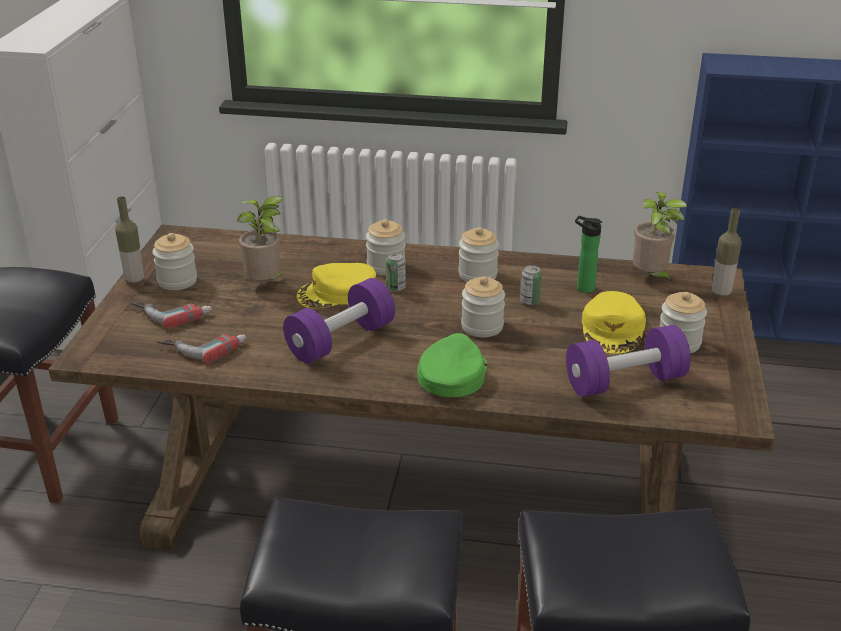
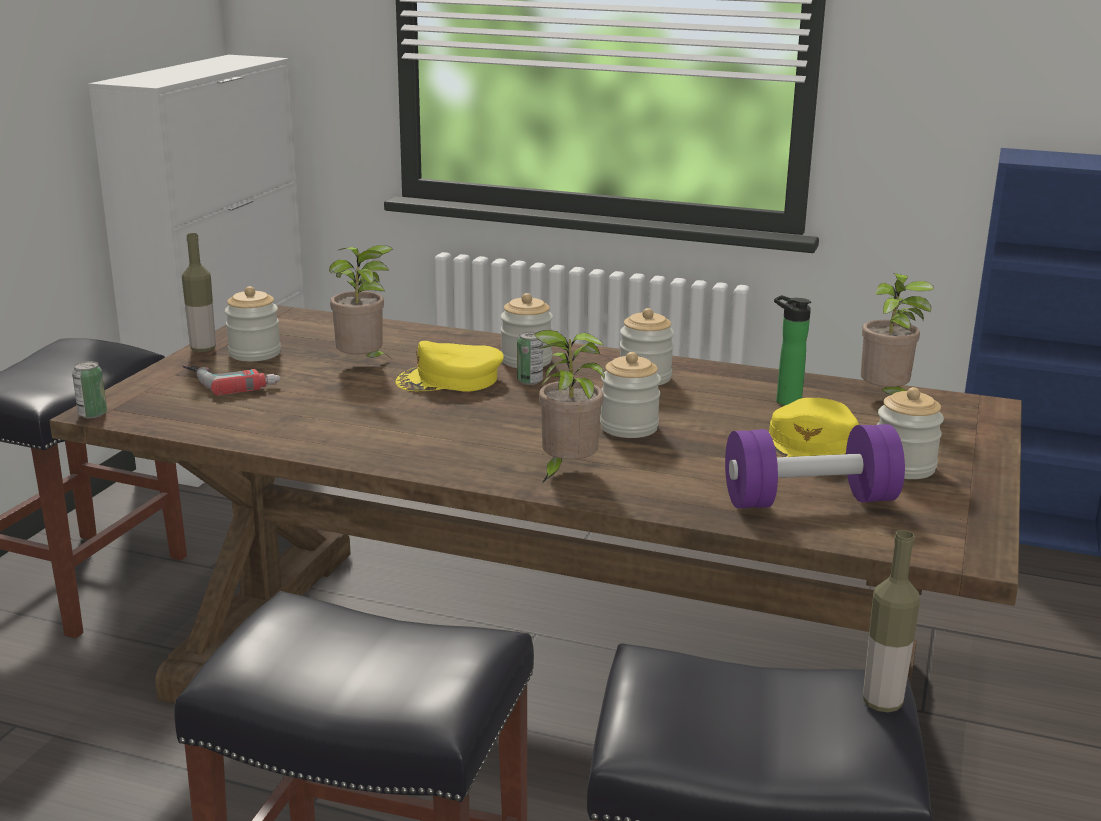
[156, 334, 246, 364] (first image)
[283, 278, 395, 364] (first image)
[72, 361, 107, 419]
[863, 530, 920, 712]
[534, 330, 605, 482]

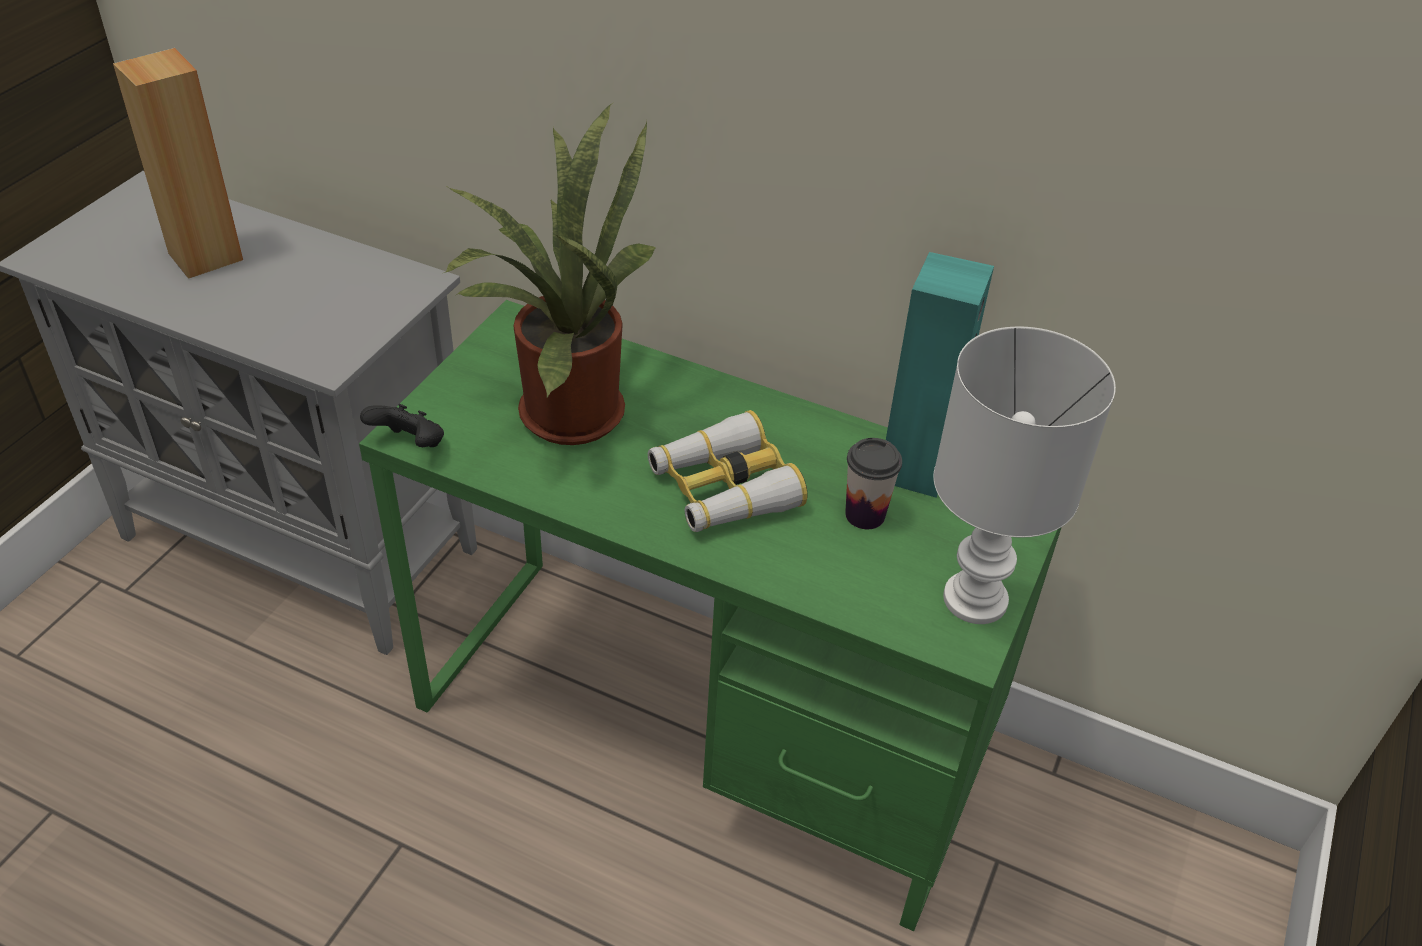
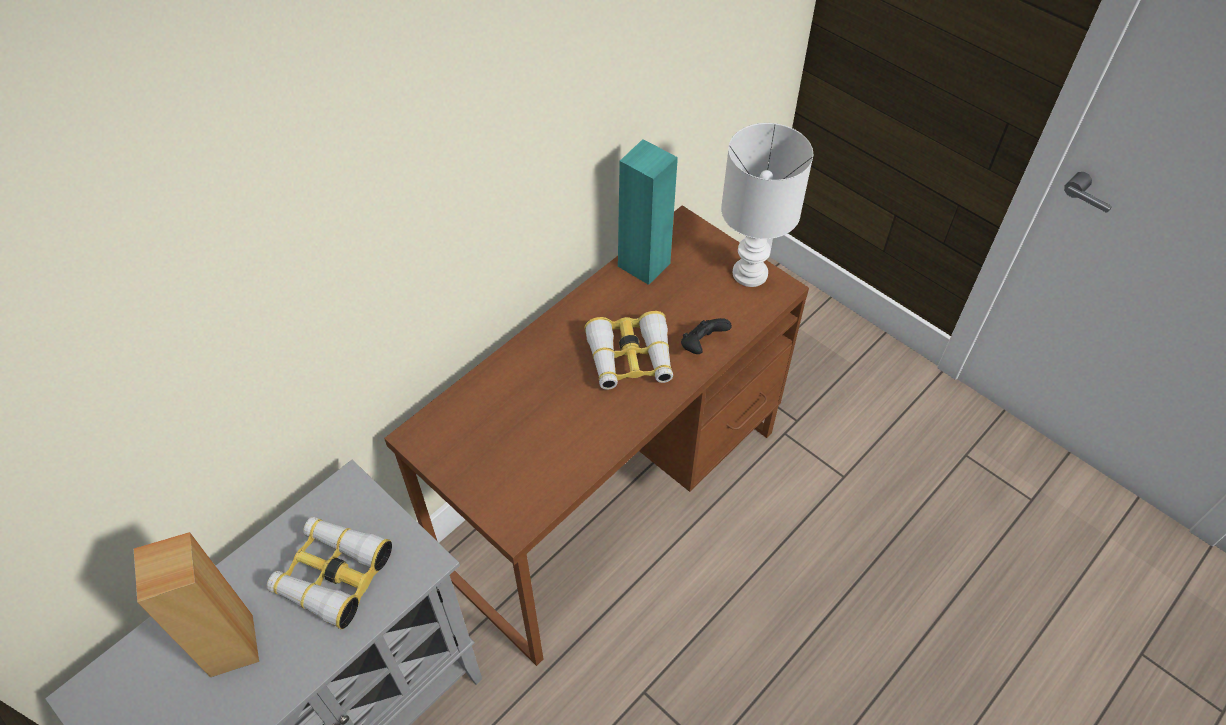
[444, 104, 658, 445] (first image)
[845, 438, 902, 529] (first image)
[267, 517, 392, 629]
[681, 318, 732, 354]
[384, 205, 809, 666]

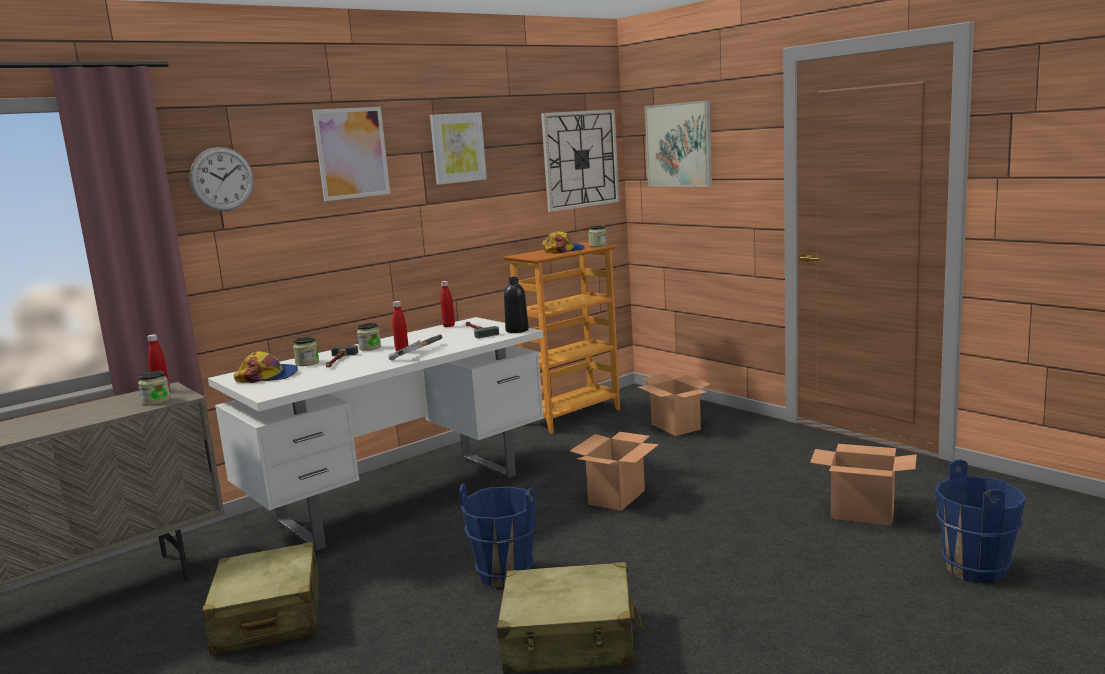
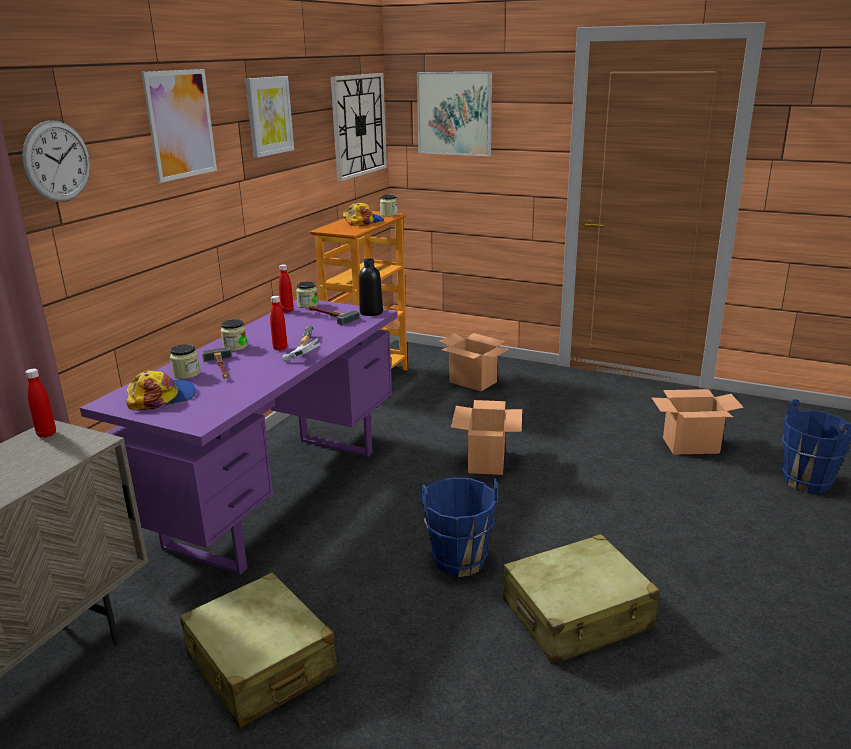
[296, 281, 318, 308]
[80, 300, 397, 575]

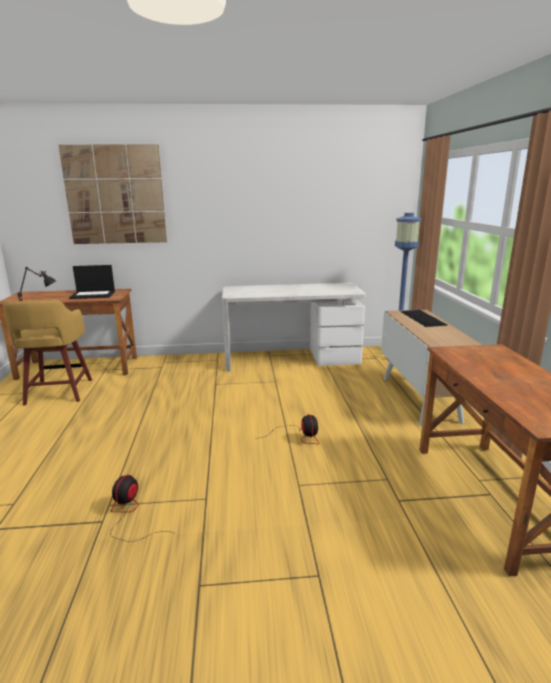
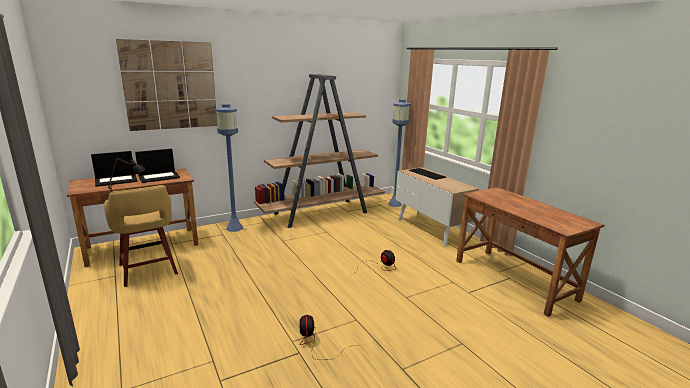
[91, 151, 137, 187]
[216, 104, 243, 232]
[254, 74, 385, 228]

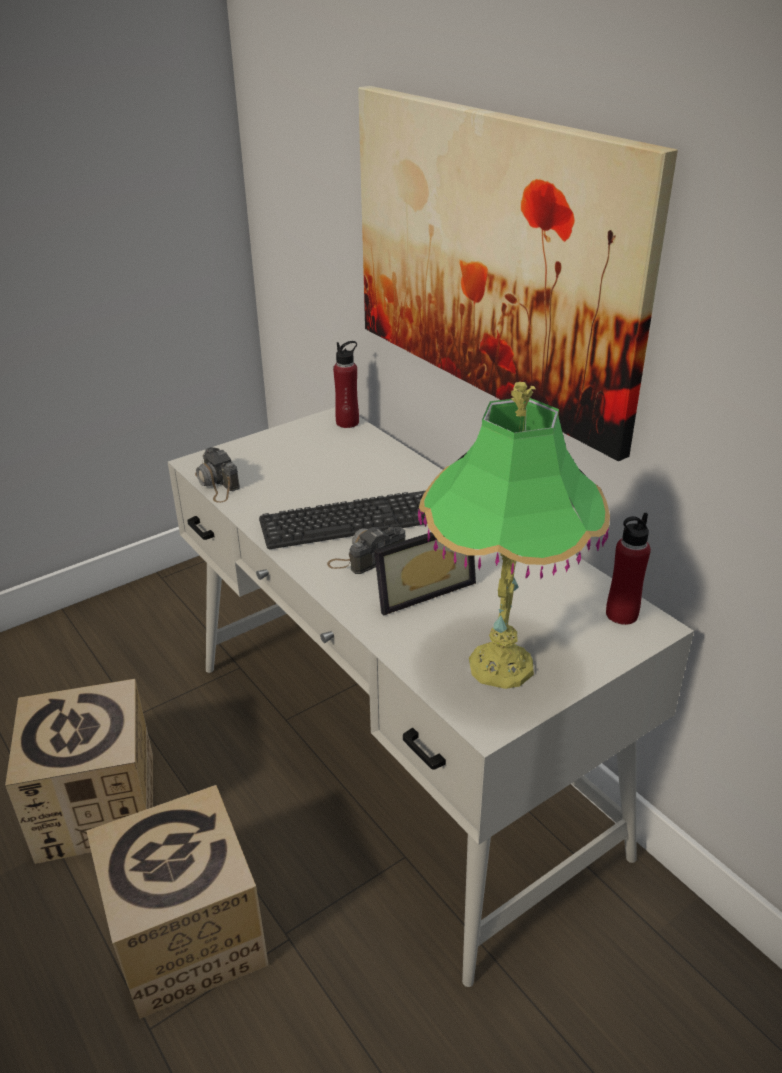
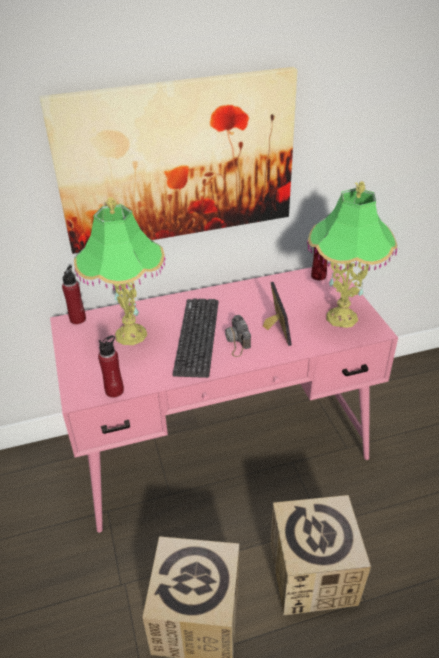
[74, 198, 165, 345]
[98, 335, 124, 398]
[50, 264, 398, 533]

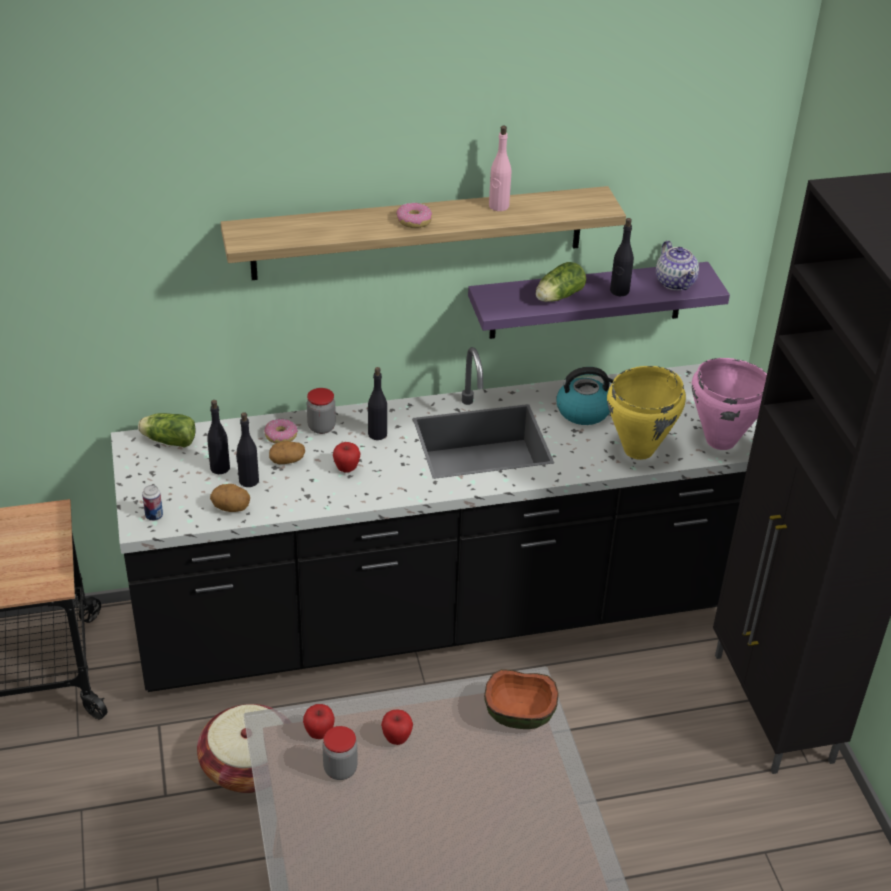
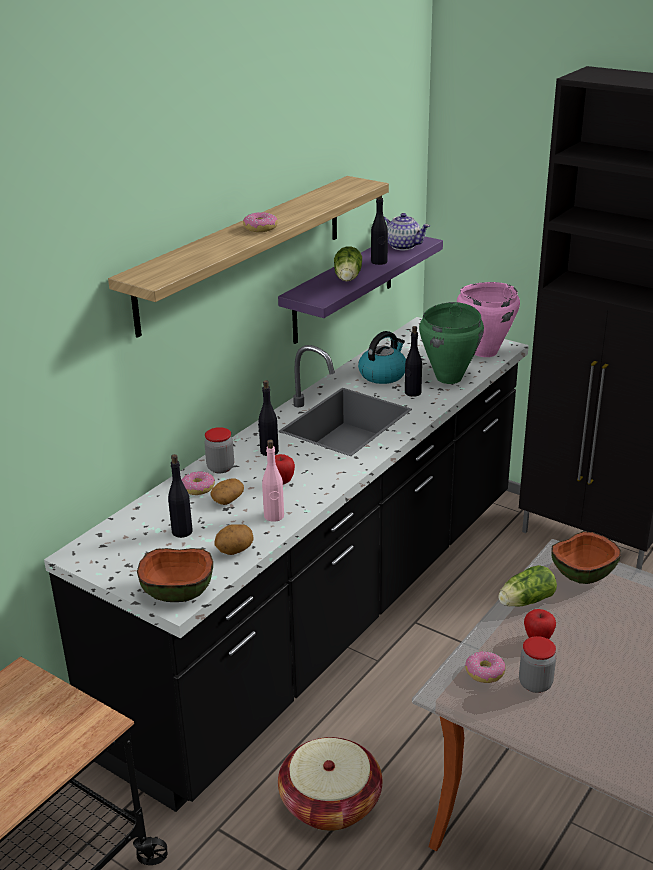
[498, 565, 557, 607]
[405, 326, 422, 397]
[262, 440, 284, 522]
[137, 548, 213, 602]
[465, 651, 506, 683]
[419, 302, 484, 384]

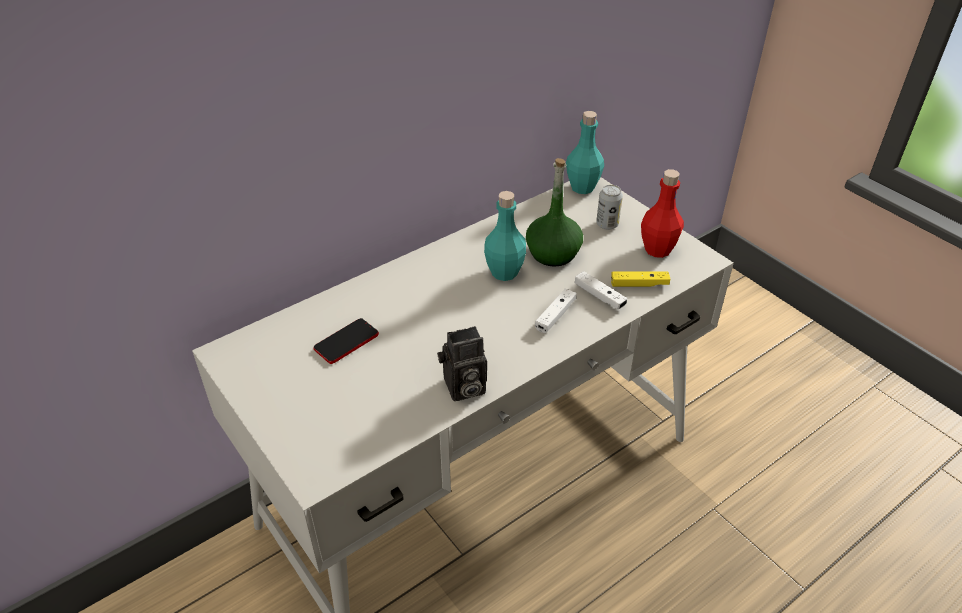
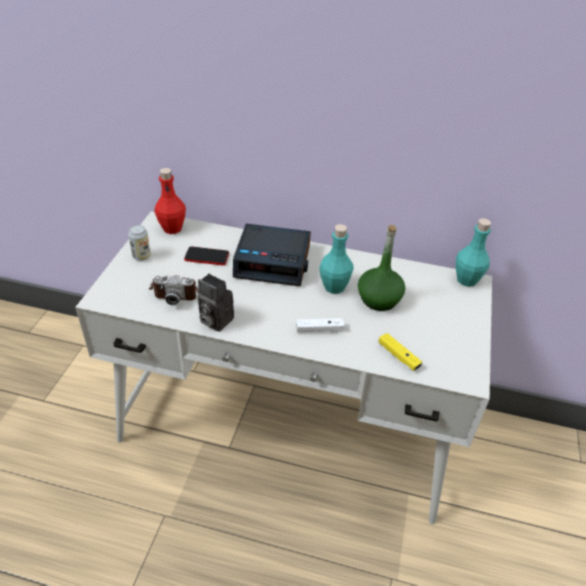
[575, 271, 627, 309] (first image)
[149, 275, 199, 305]
[233, 224, 311, 286]
[128, 225, 151, 261]
[155, 168, 186, 234]

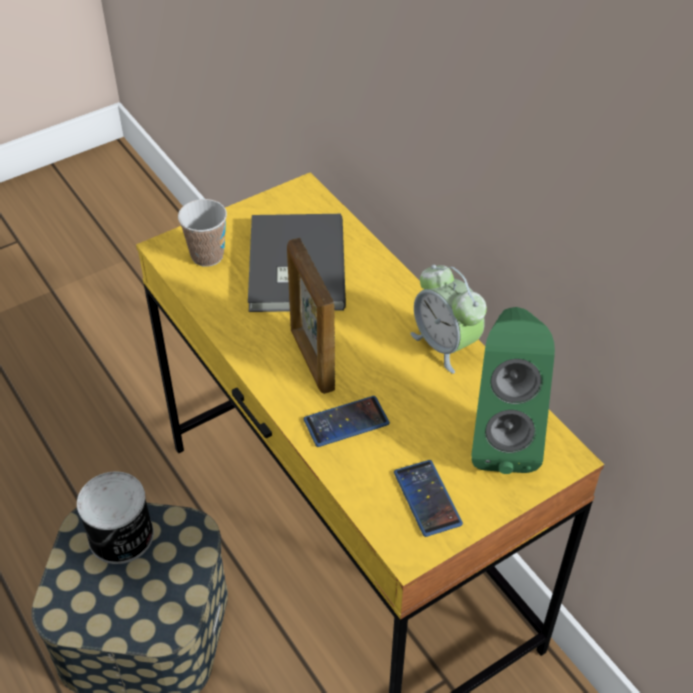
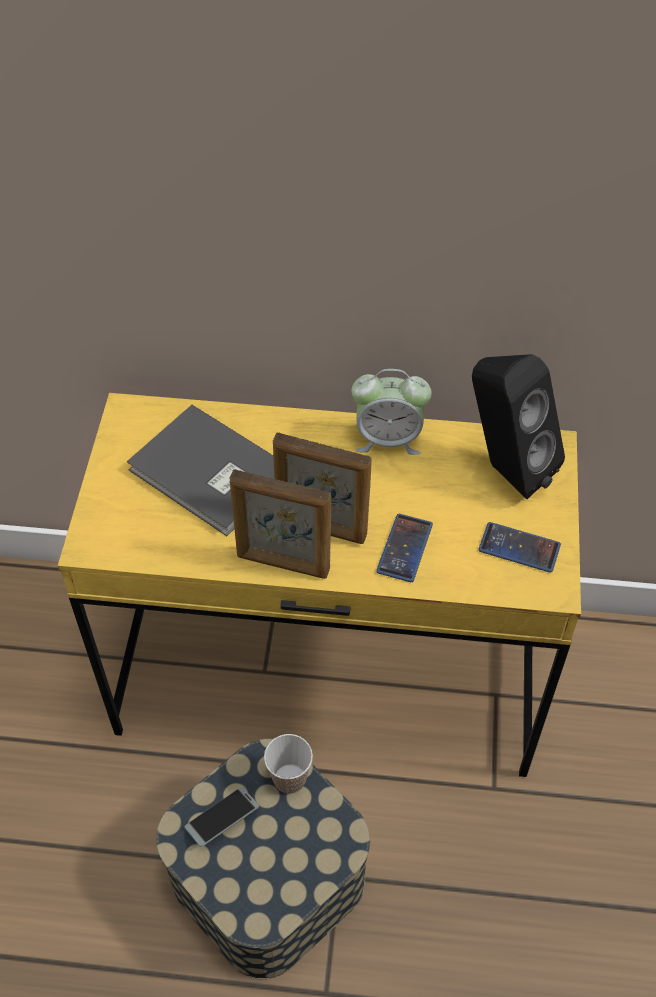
[230, 469, 331, 579]
[264, 734, 313, 794]
[184, 787, 259, 847]
[472, 354, 565, 499]

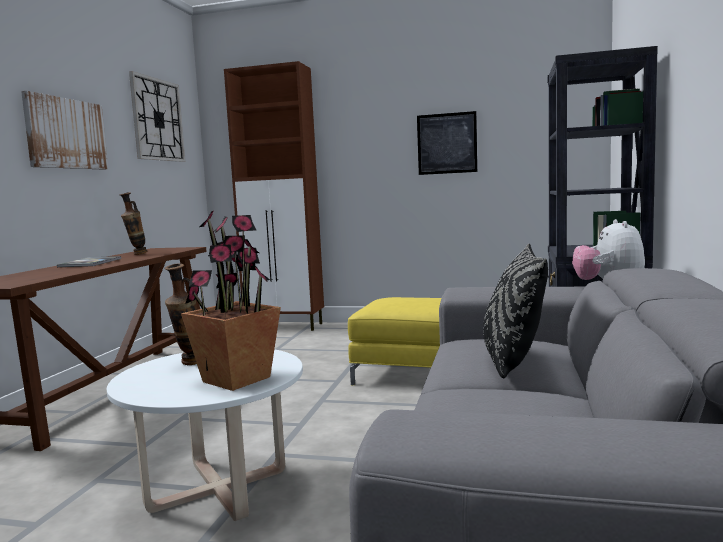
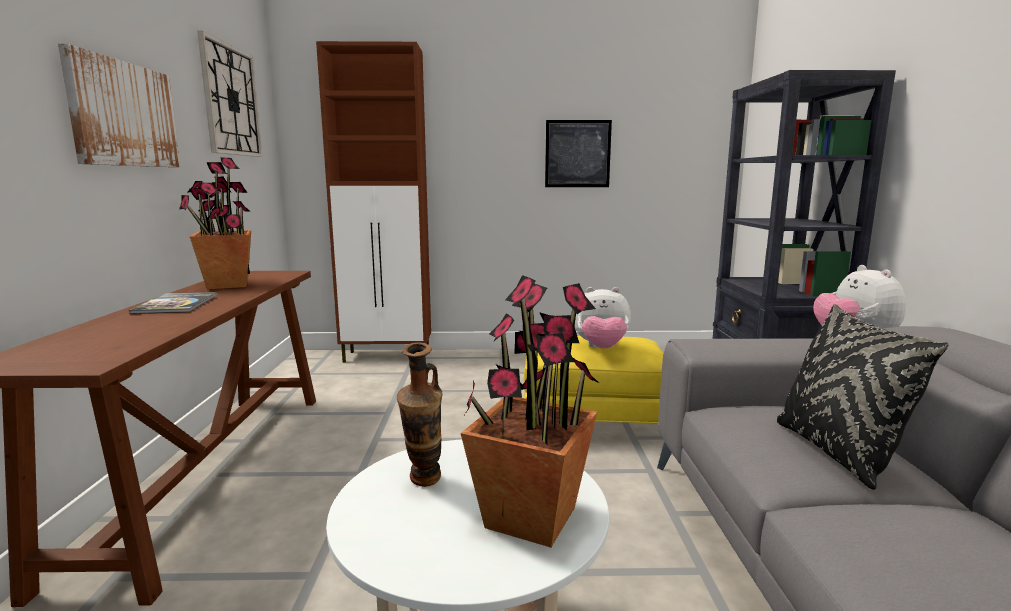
[575, 287, 631, 348]
[179, 157, 251, 289]

